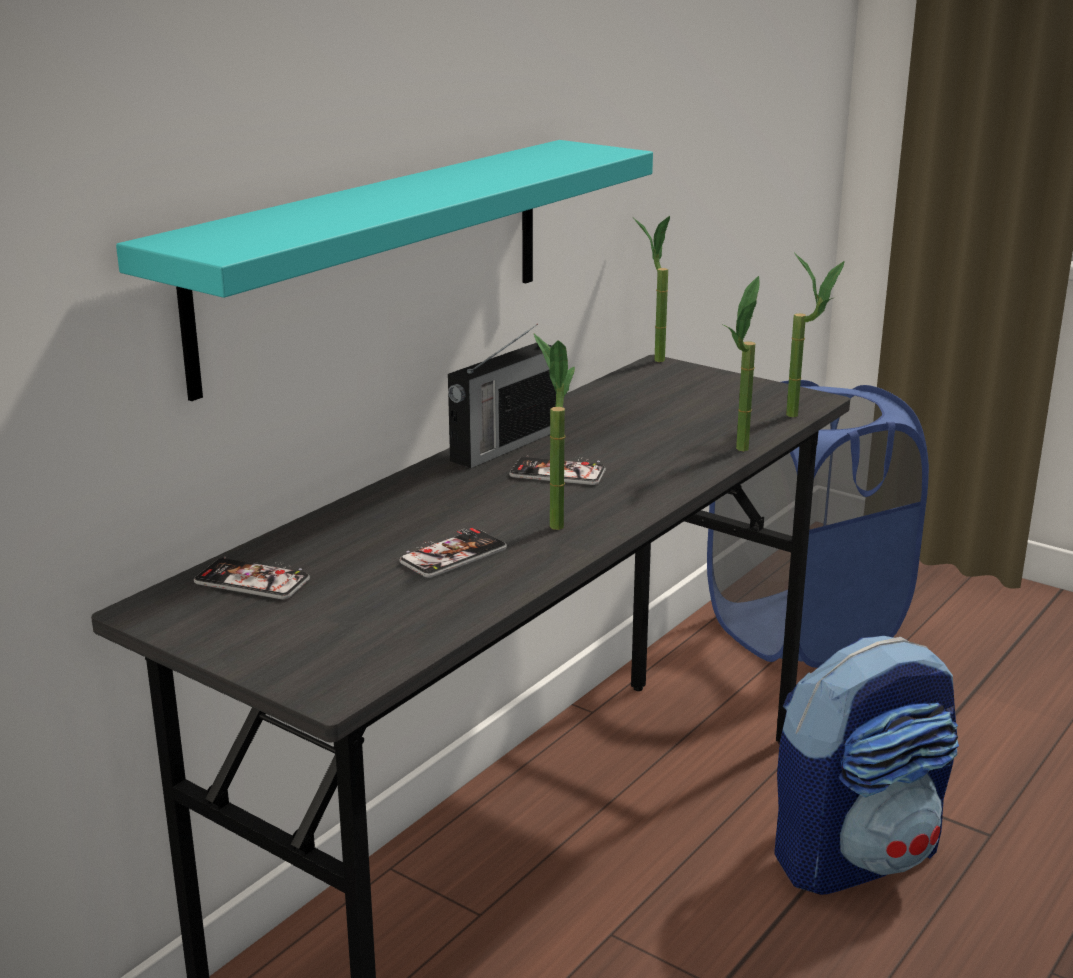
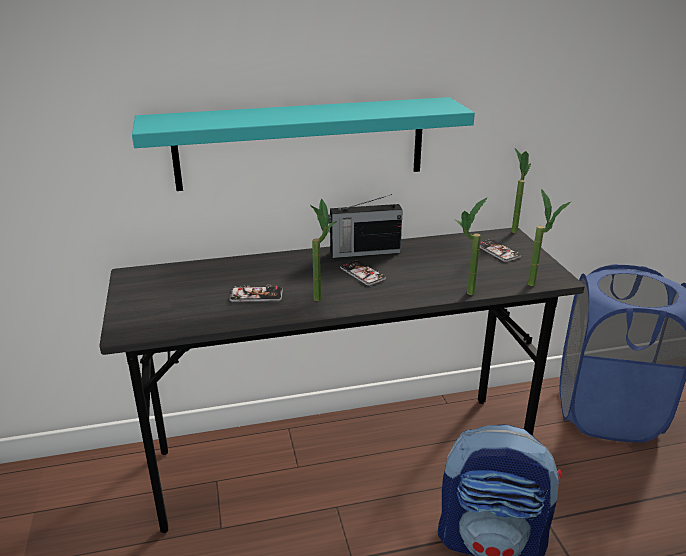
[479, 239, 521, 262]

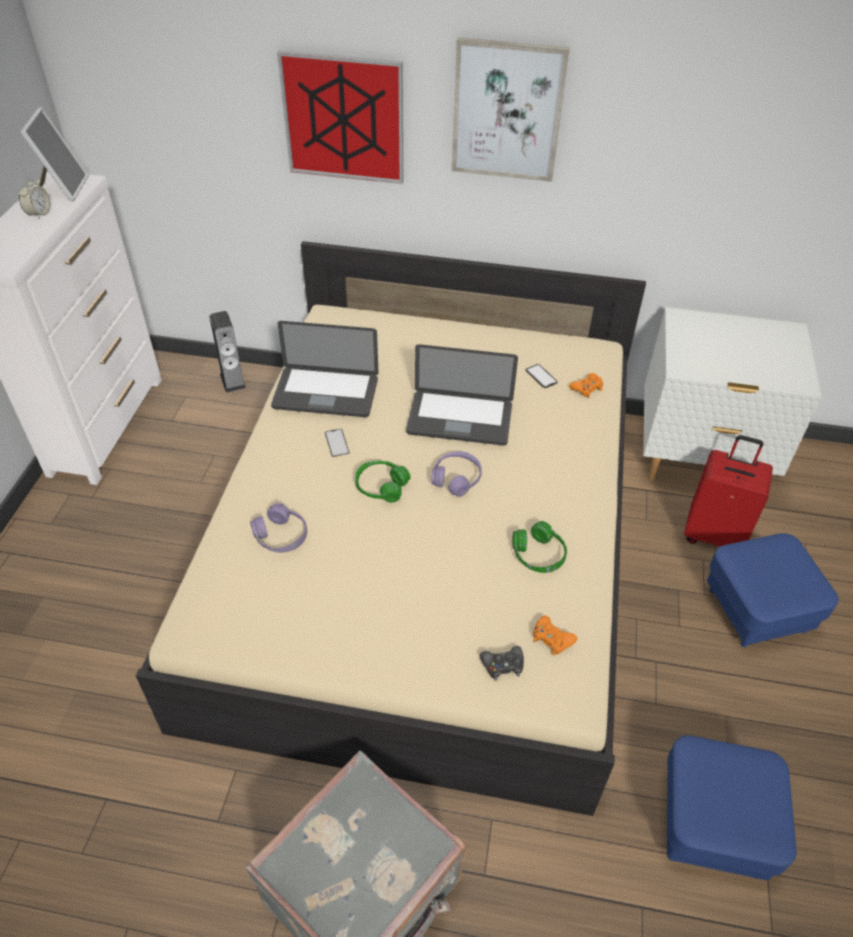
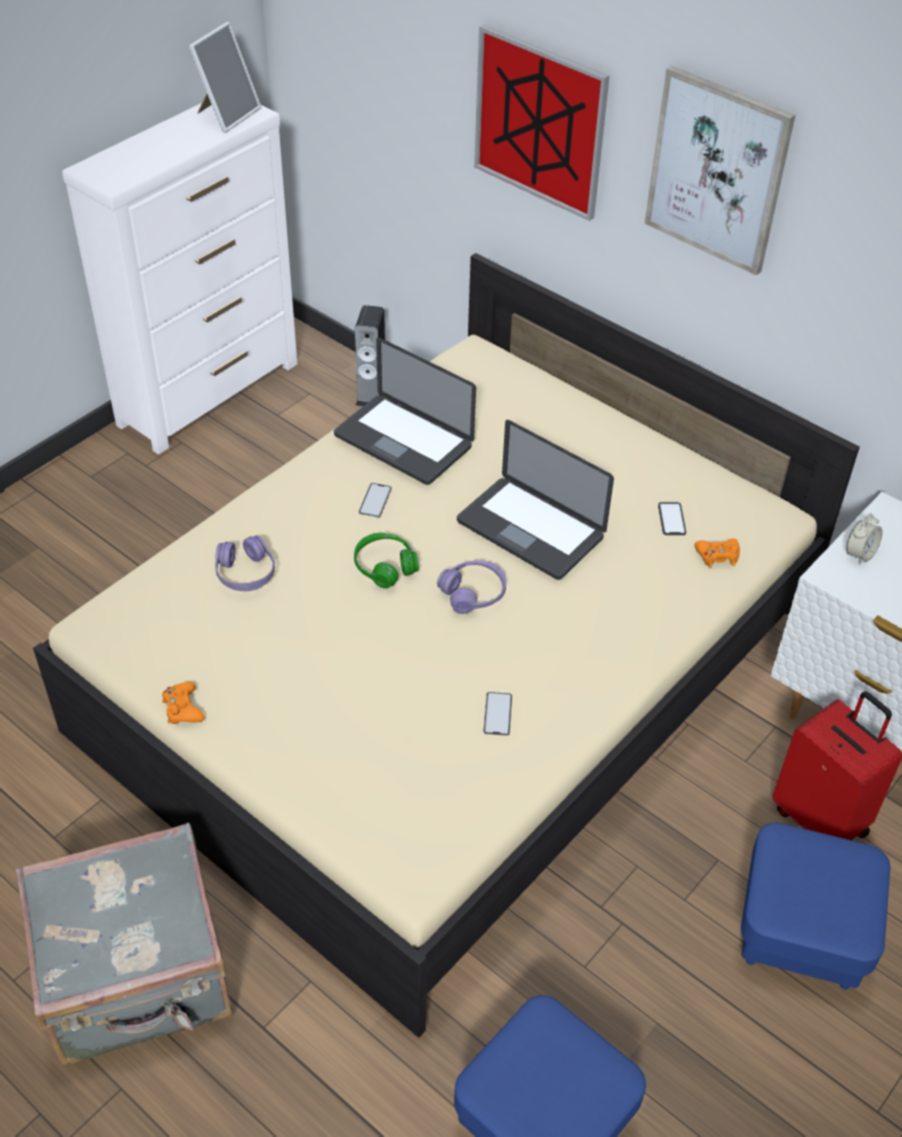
[480, 646, 524, 681] (first image)
[846, 513, 883, 565]
[162, 682, 205, 724]
[483, 692, 512, 736]

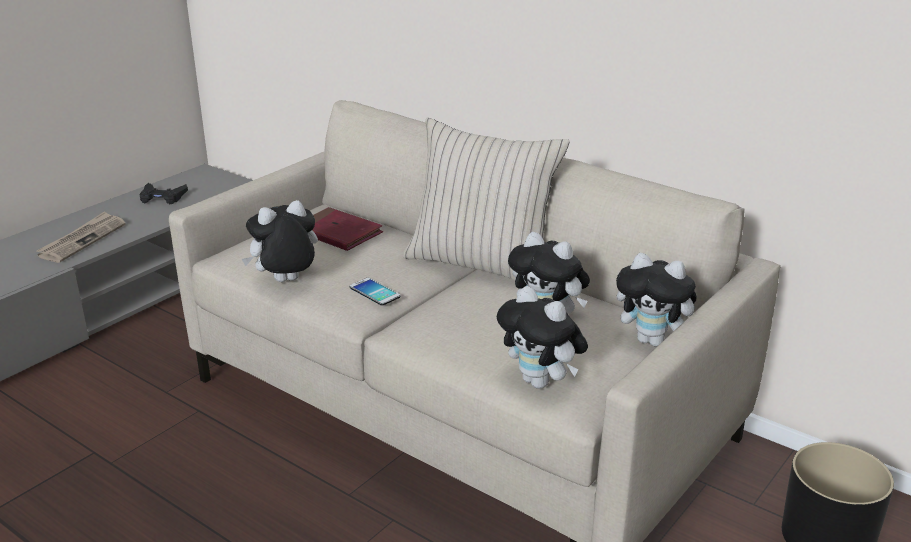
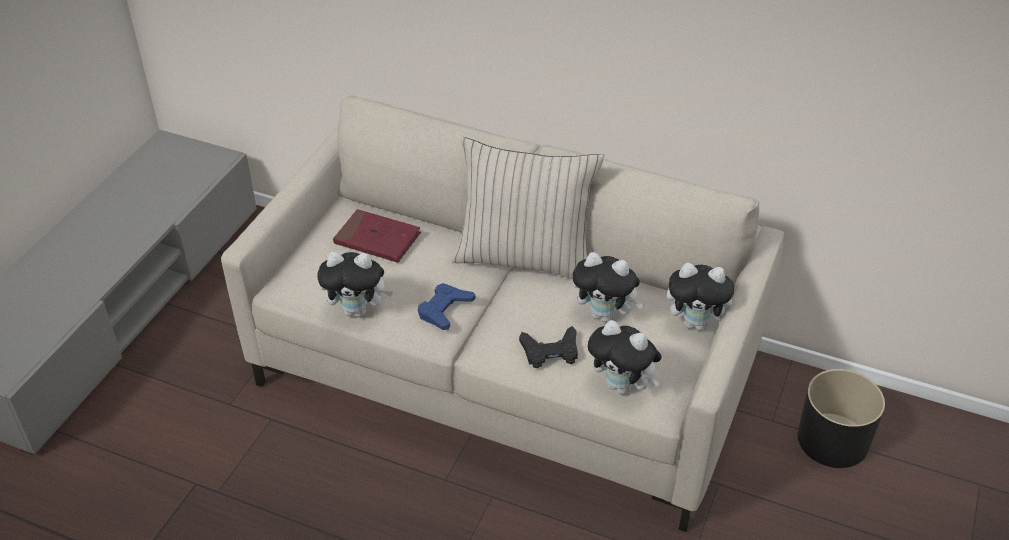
[36, 211, 126, 263] (first image)
[519, 326, 578, 368]
[418, 283, 475, 330]
[317, 252, 393, 317]

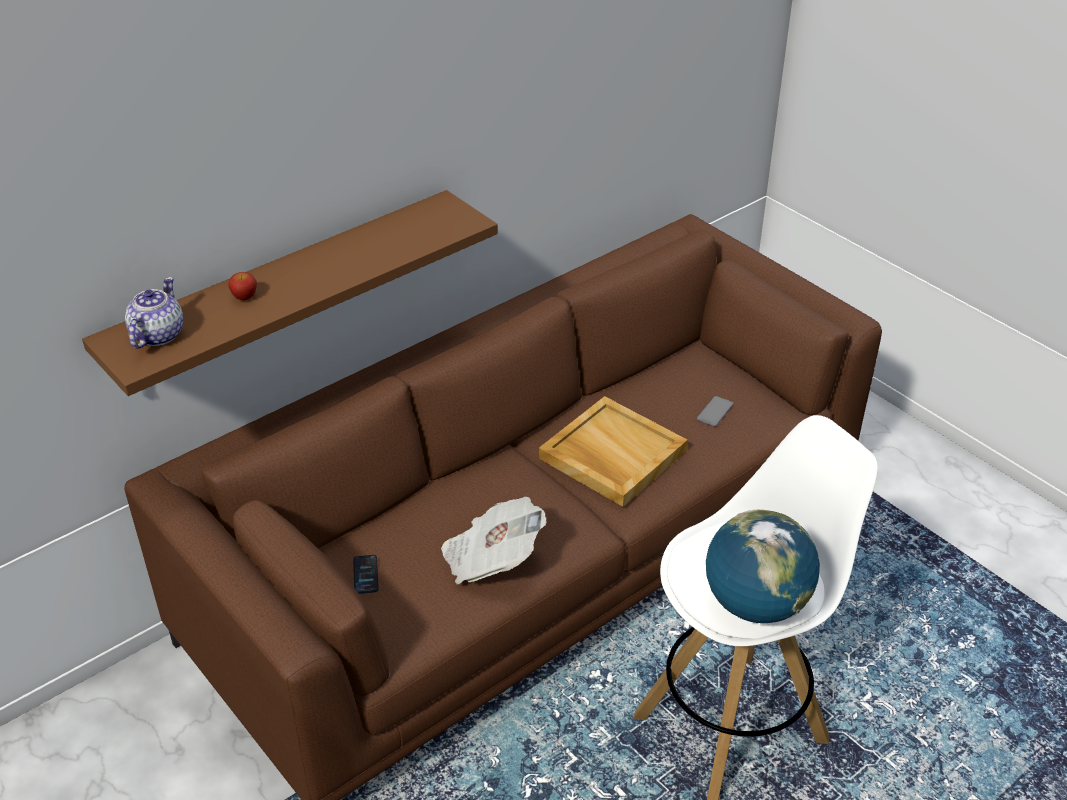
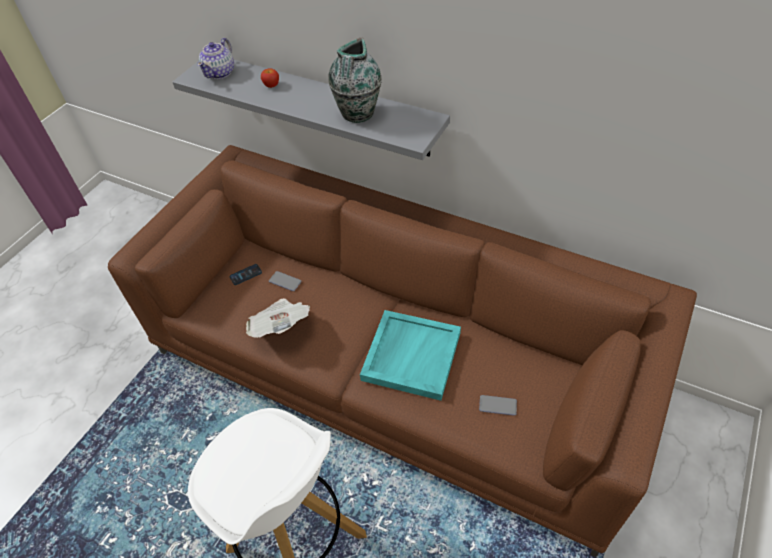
[706, 509, 820, 623] (first image)
[269, 271, 302, 291]
[328, 37, 382, 123]
[173, 60, 450, 160]
[360, 310, 461, 401]
[197, 38, 234, 79]

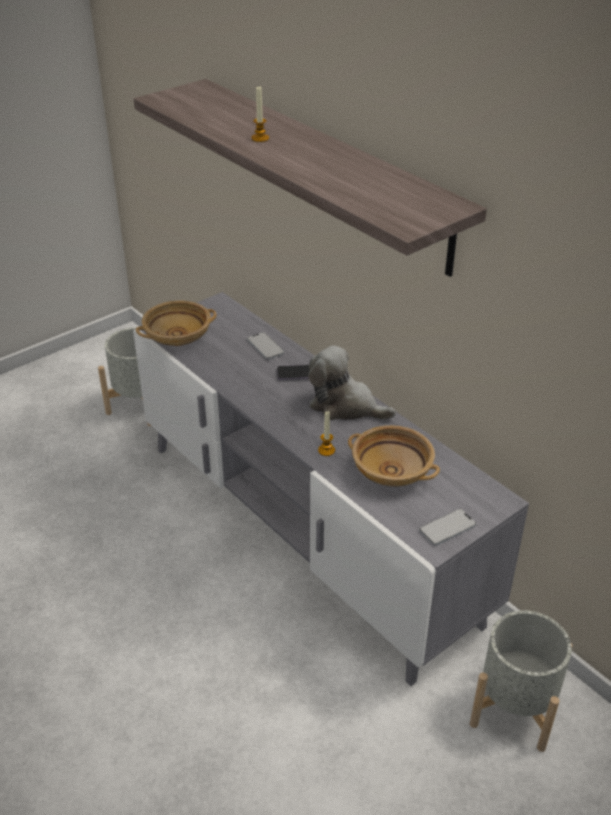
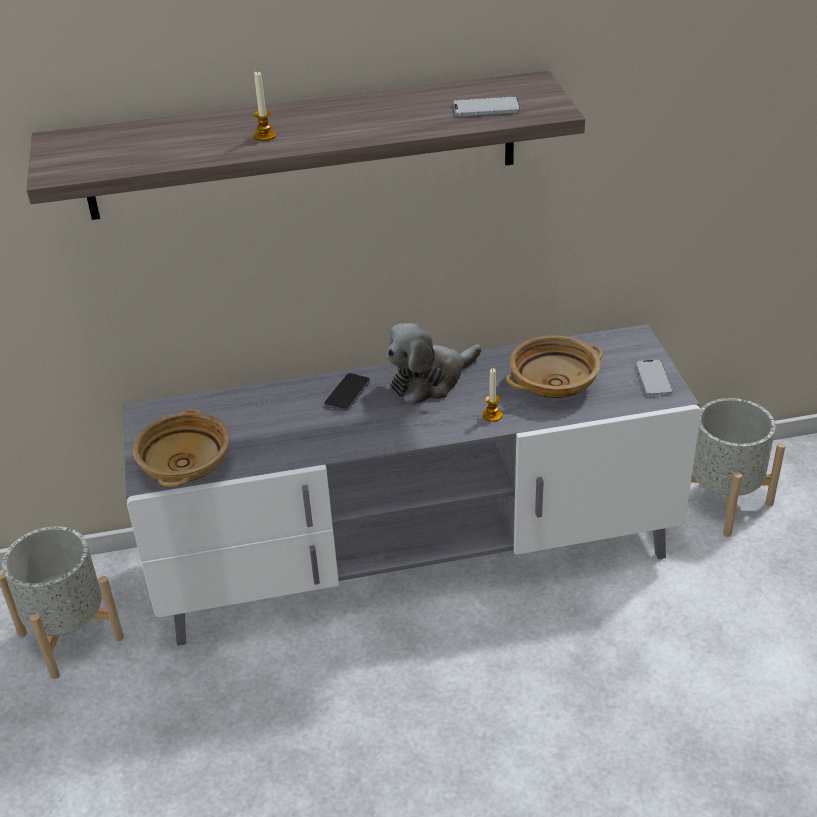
[453, 96, 520, 116]

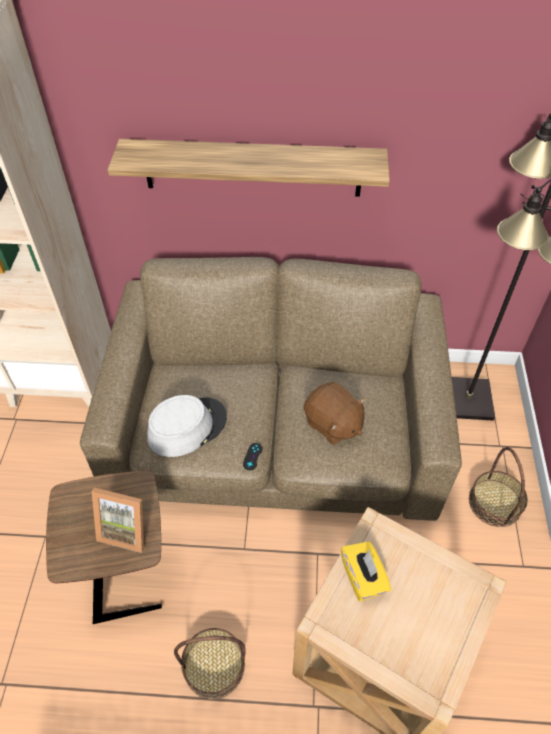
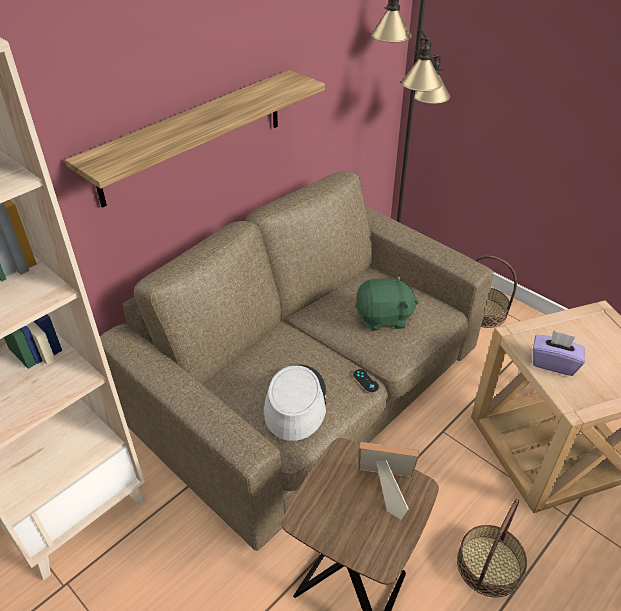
[355, 275, 419, 330]
[532, 330, 585, 376]
[359, 442, 419, 519]

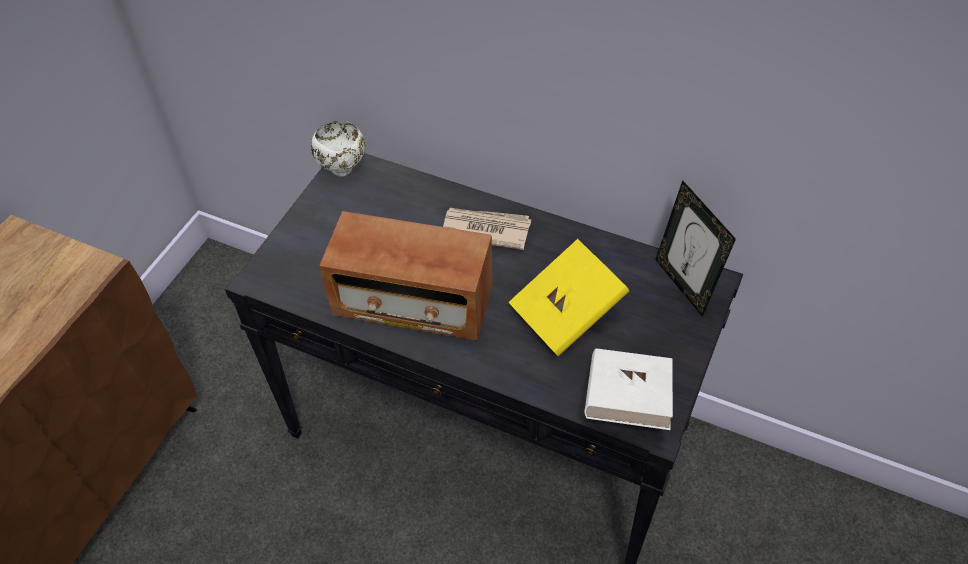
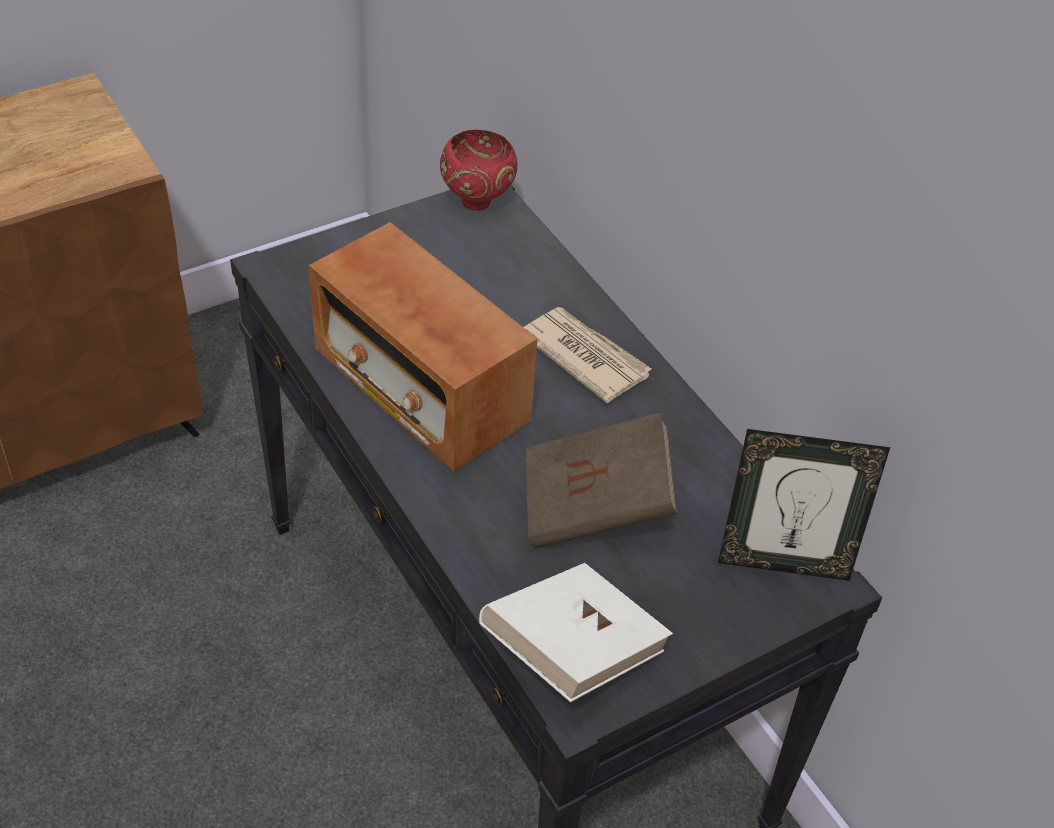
[440, 130, 517, 210]
[526, 412, 677, 548]
[718, 429, 890, 581]

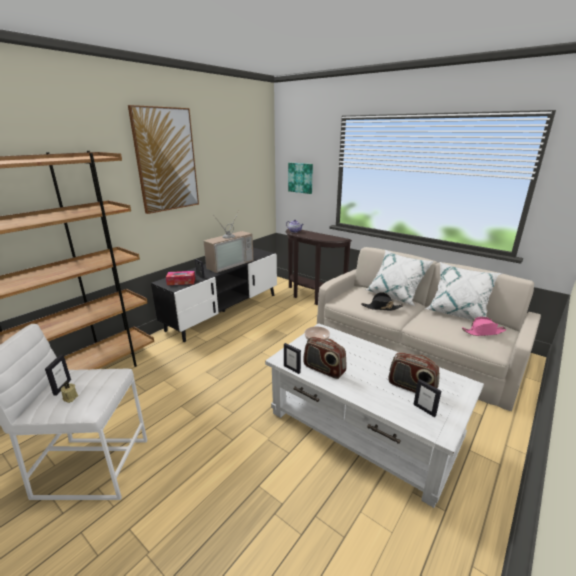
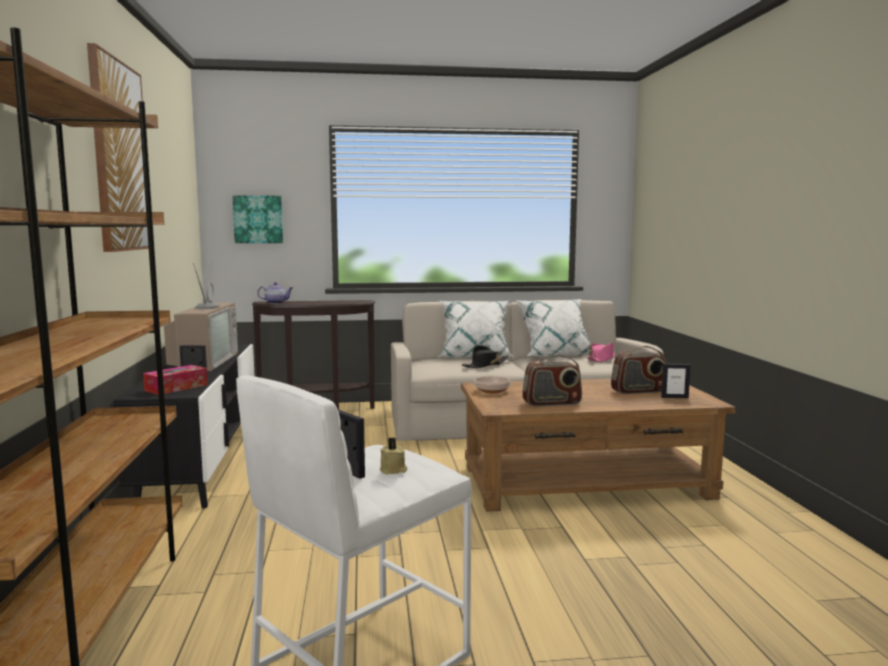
[284, 343, 301, 374] (first image)
[461, 379, 736, 511]

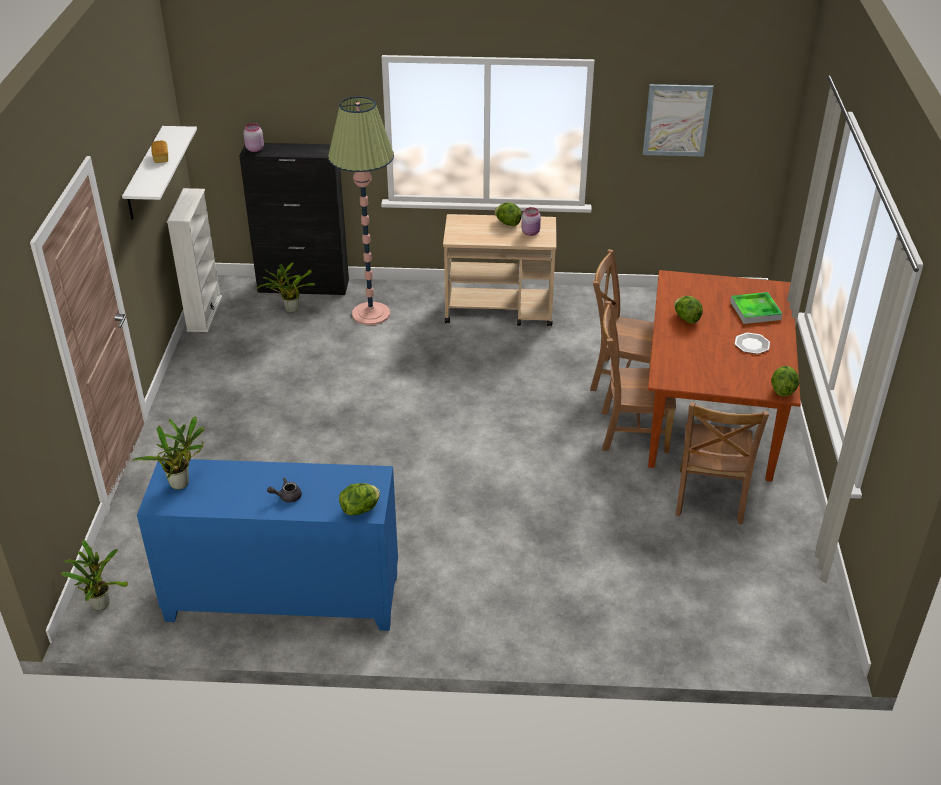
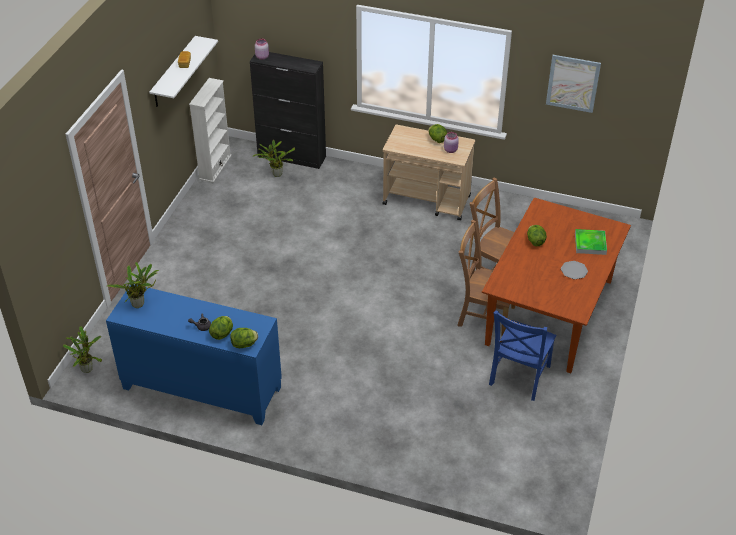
[328, 96, 394, 325] (first image)
[209, 316, 233, 340]
[489, 310, 556, 401]

